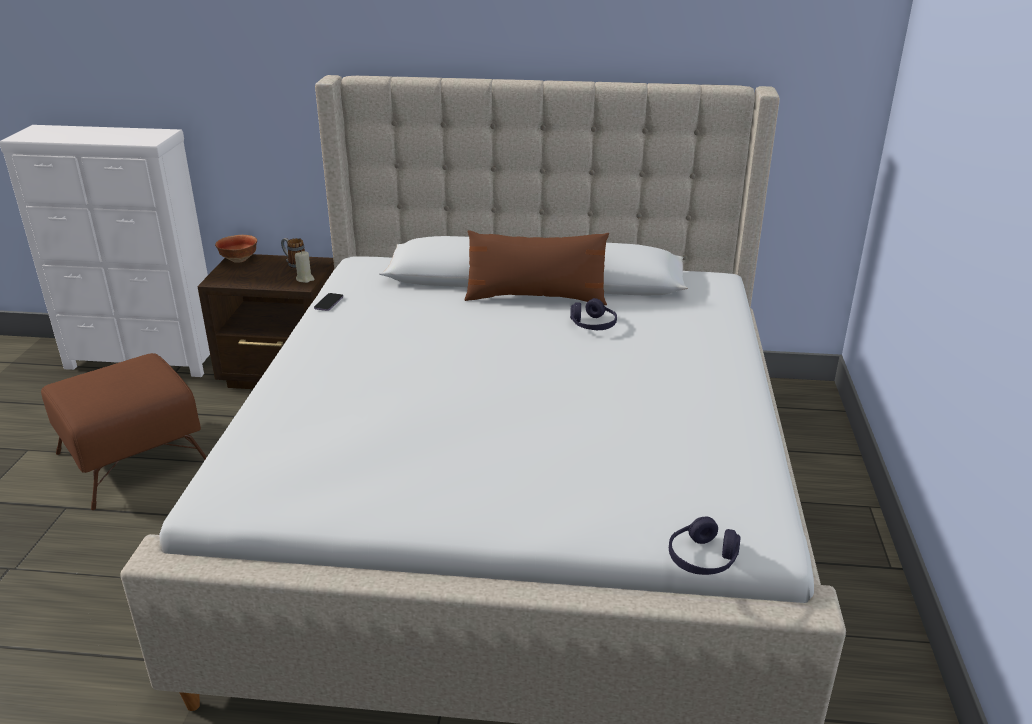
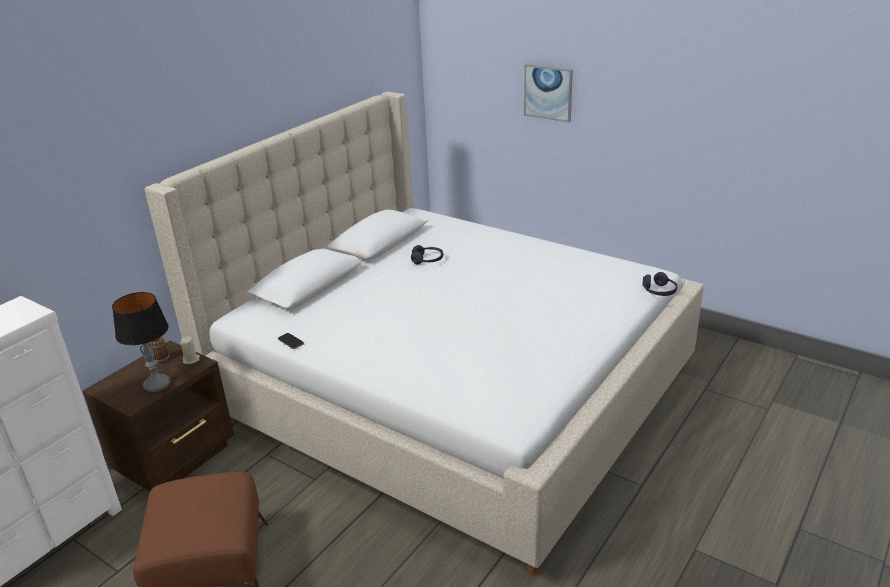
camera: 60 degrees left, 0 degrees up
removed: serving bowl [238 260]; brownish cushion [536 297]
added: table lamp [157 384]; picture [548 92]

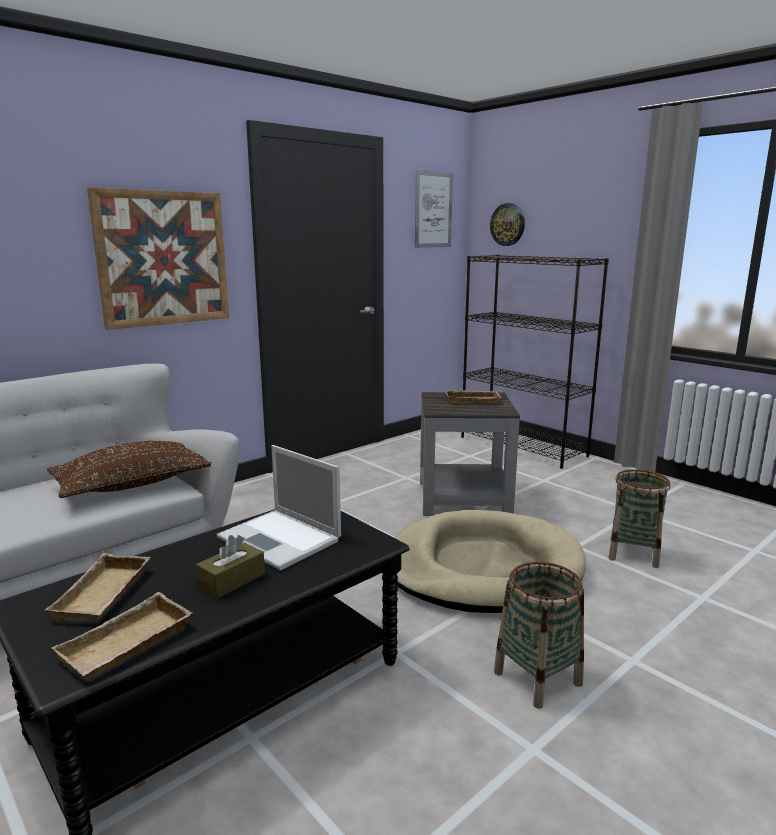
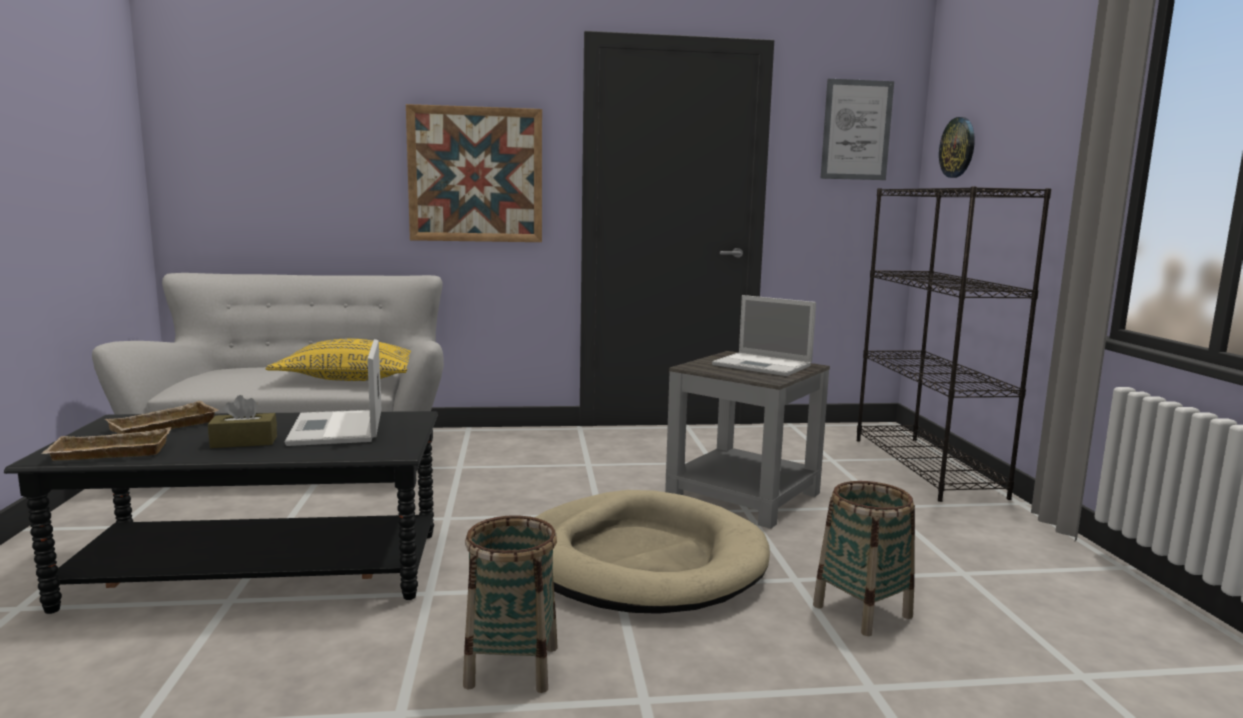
camera: 35 degrees right, 5 degrees down
replaced: beige serving tray [472 400] to laptop [764 365]
recoloured: brownish cushion [134 484] to yellow-coloured cushion [352 379]

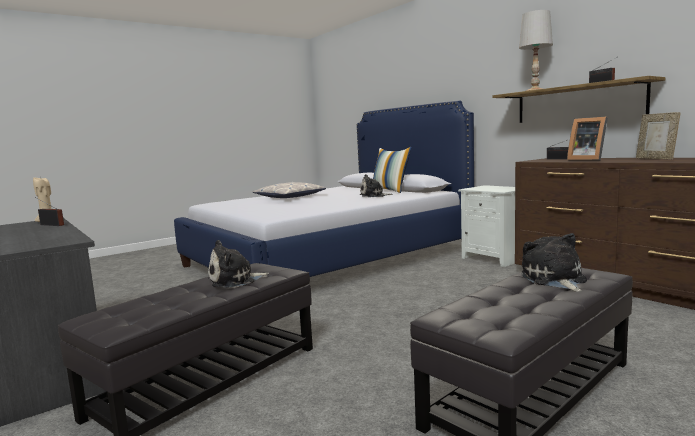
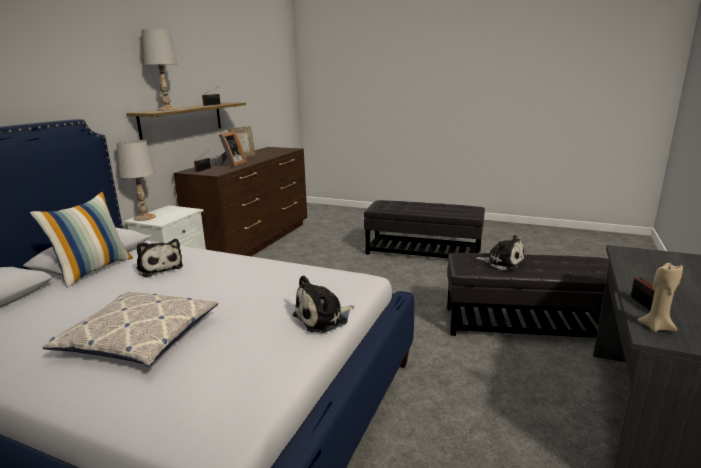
camera: 120 degrees left, 10 degrees up
added: white-coloured table lamp [144 217]
moved: soft toy [554 279] to [323 318]

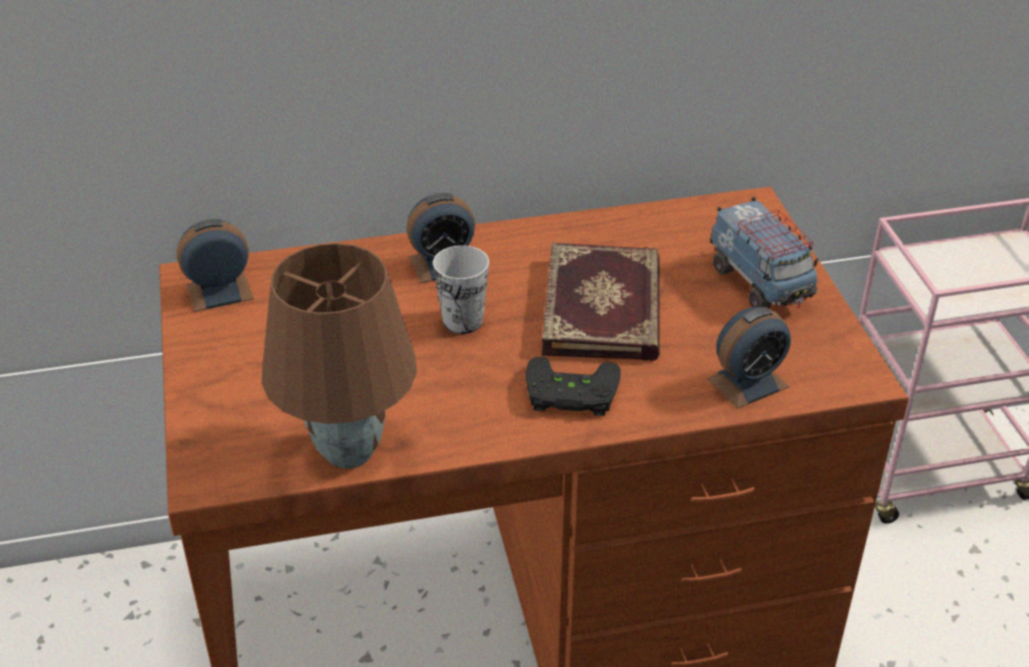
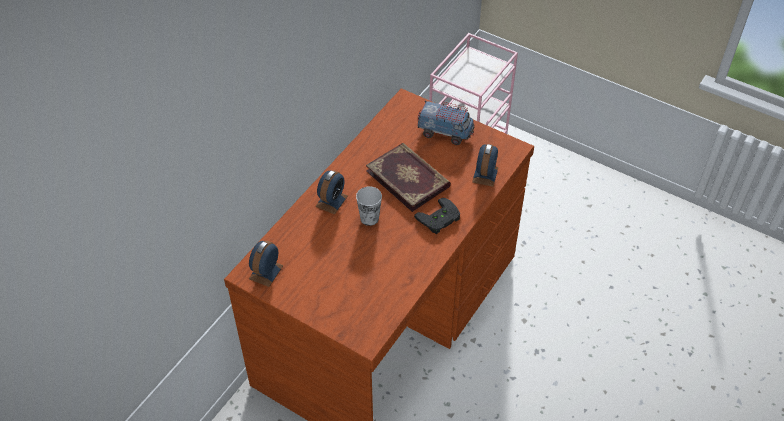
camera: 45 degrees left, 10 degrees up
removed: brownish table lamp [347 451]

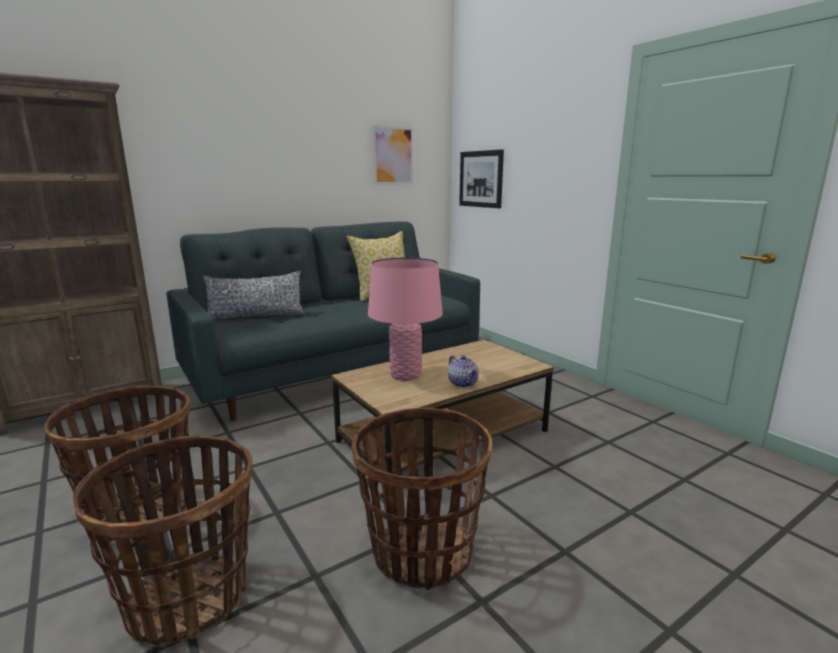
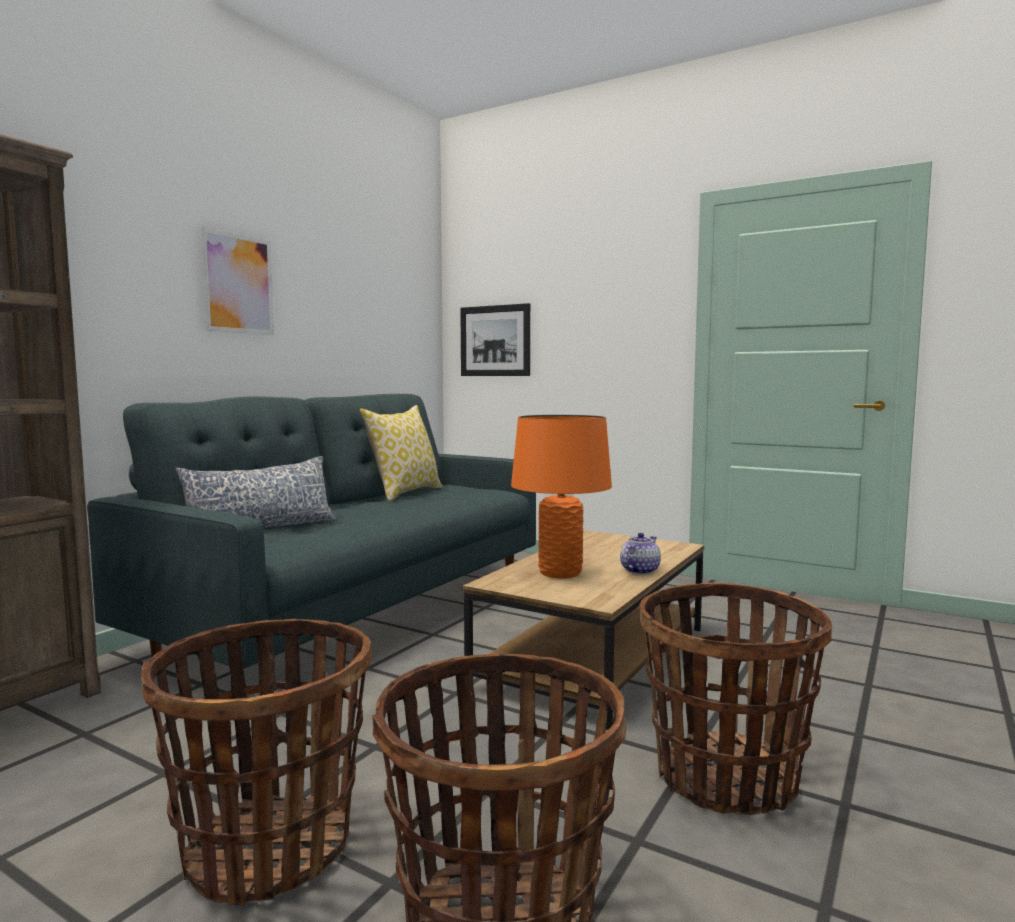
camera: 25 degrees left, 10 degrees down
moved: picture [393 156] to [238 284]
recoloured: pinkish table lamp [406 375] to orange-coloured table lamp [560 573]
turned: pot for tea [463 383] = [639 571] 90 degrees counterclockwise

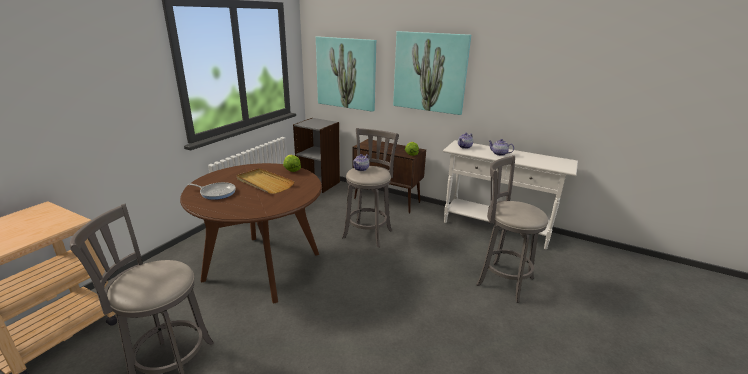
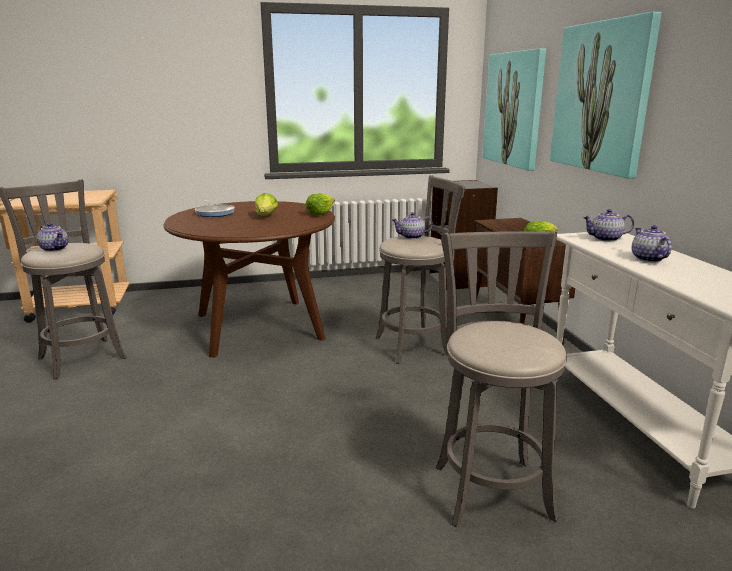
camera: 50 degrees right, 5 degrees down
added: pot for tea [55 249]
replaced: beige serving tray [264 183] to lettuce [266 216]

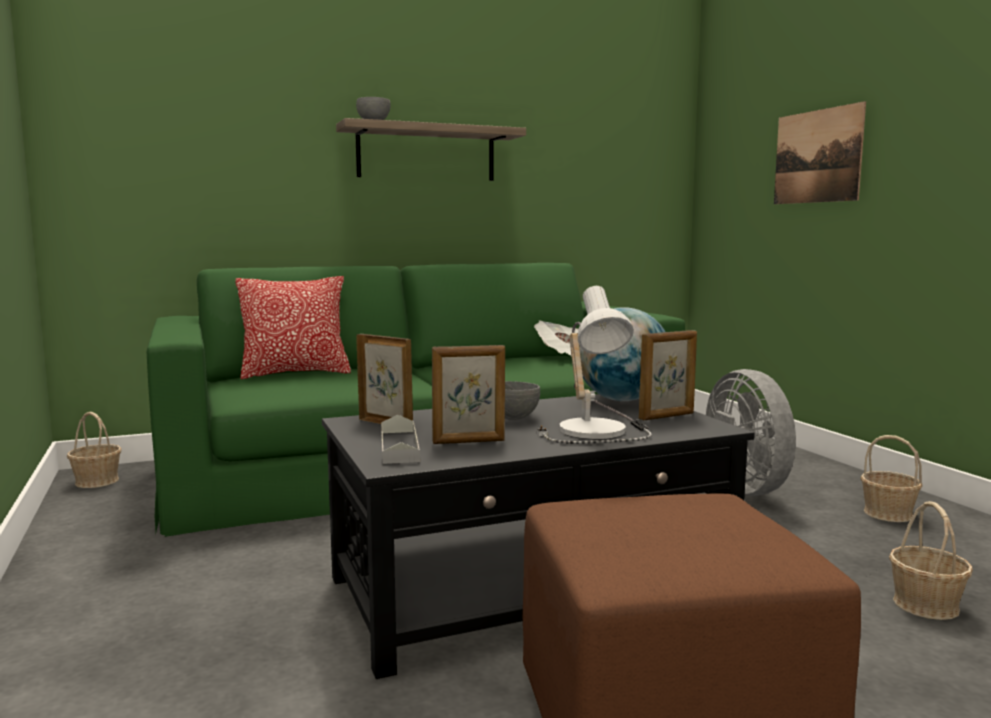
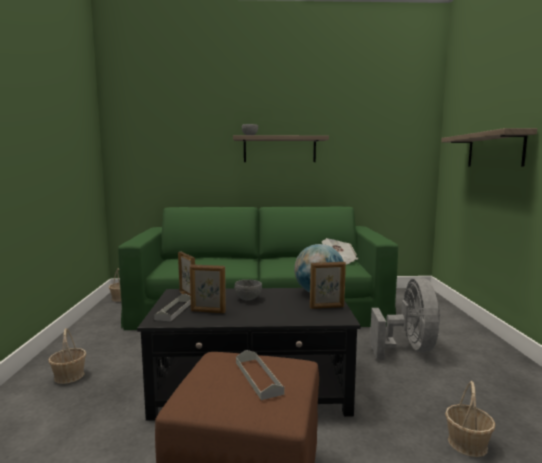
camera: 20 degrees right, 0 degrees up
removed: cushion [295 373]; table lamp [600 431]
added: gray serving tray [258 377]
moved: household basket [888 514] to [69 376]
replaced: picture [817 156] to shelf [495 150]

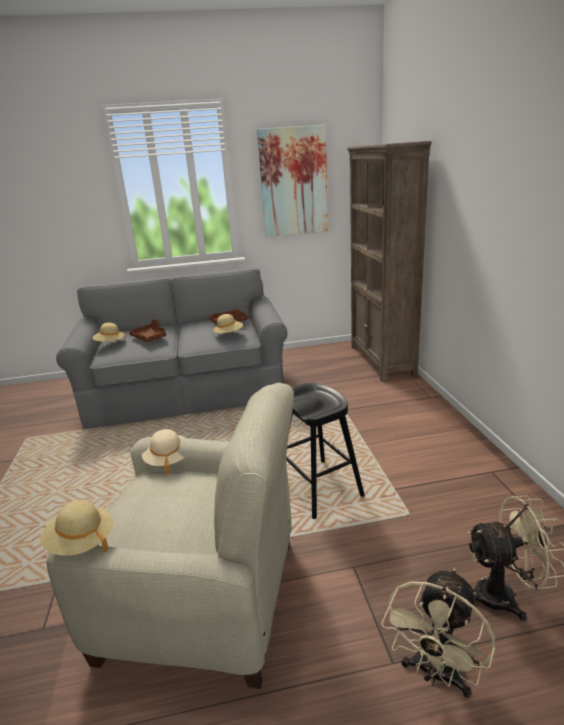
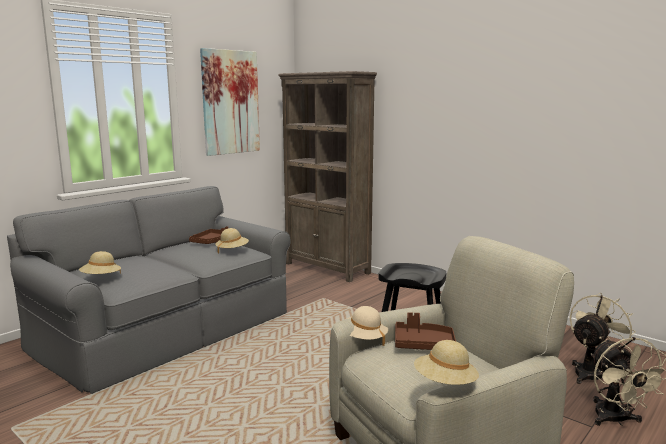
camera: 40 degrees left, 10 degrees down
moved: brownish serving tray [150 337] to [423 344]

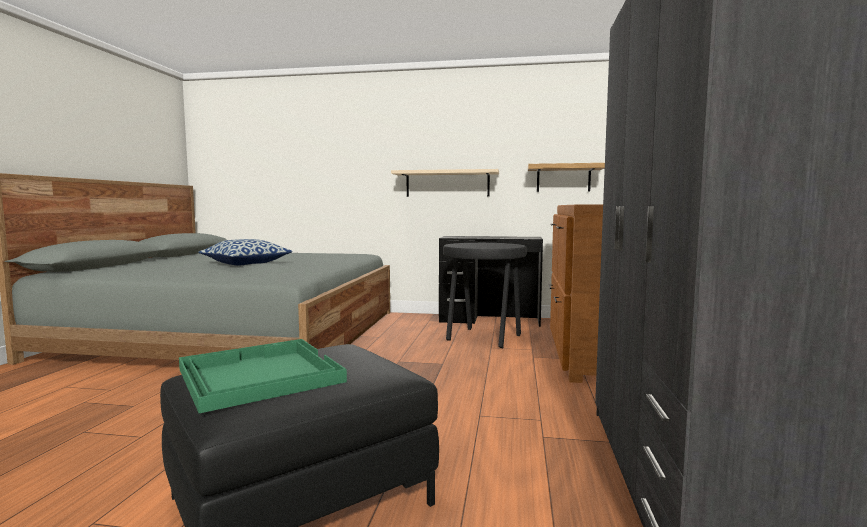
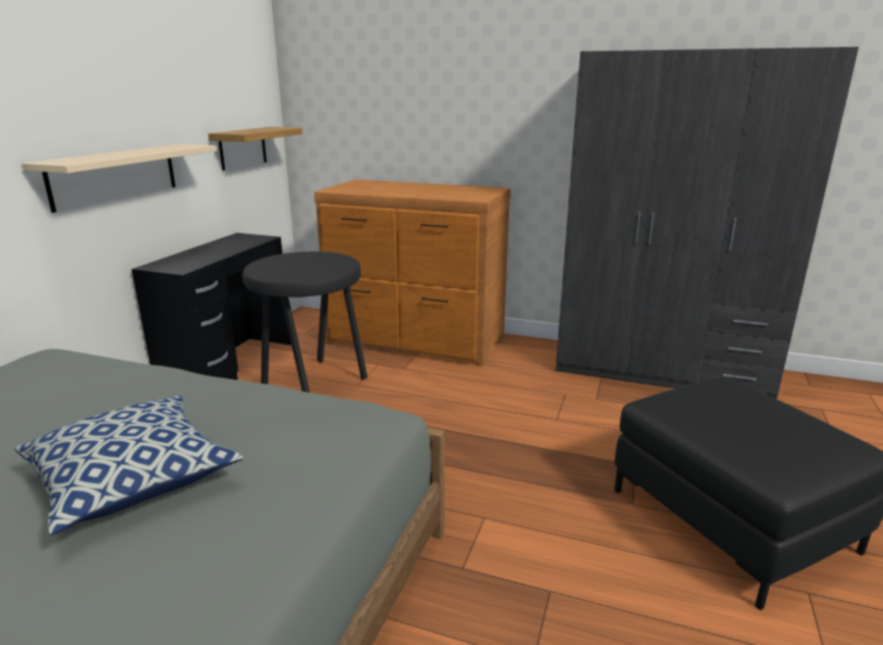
camera: 80 degrees left, 15 degrees up
removed: green-coloured serving tray [258 375]

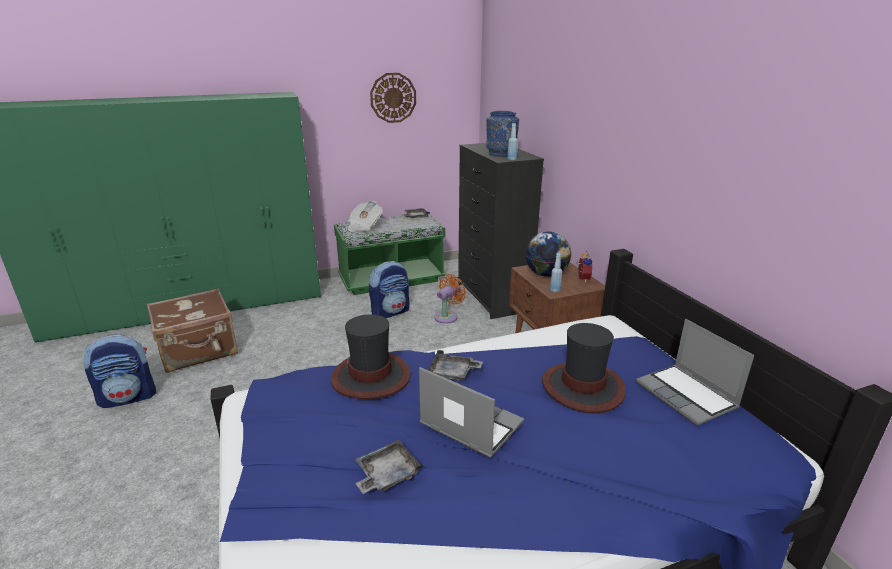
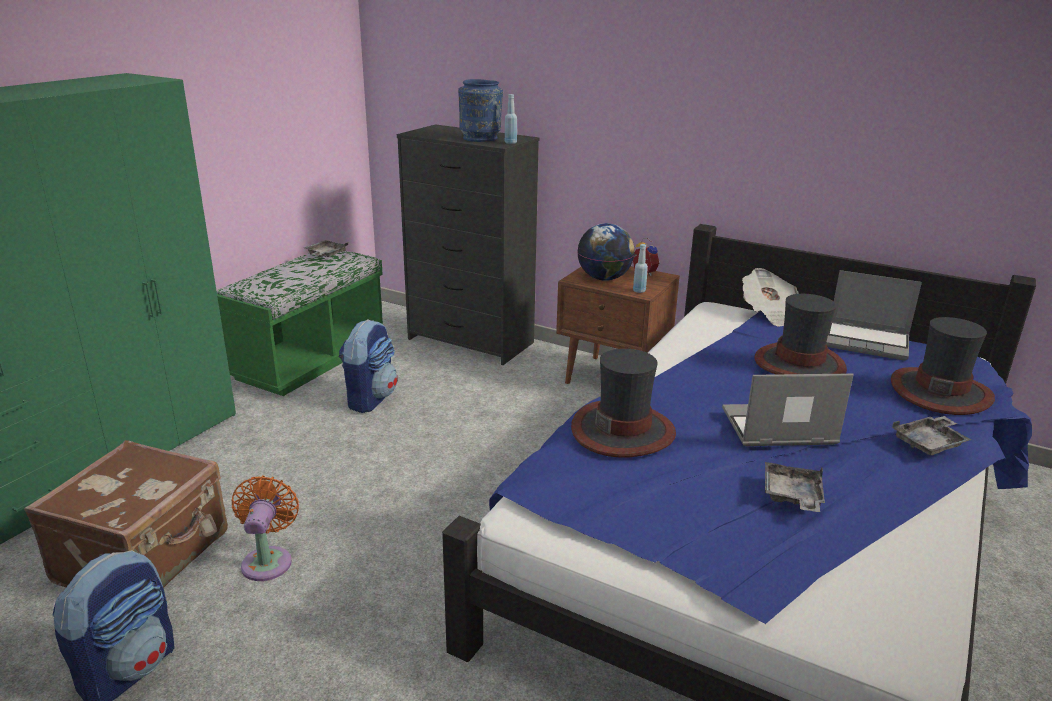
camera: 40 degrees left, 0 degrees up
removed: hanging clock [393 98]
added: clothing hat [940 392]
moved: newspaper [364 226] to [770 313]; gray serving tray [452 373] to [929 443]; orange-coloured electric fan [447 316] to [268 560]

